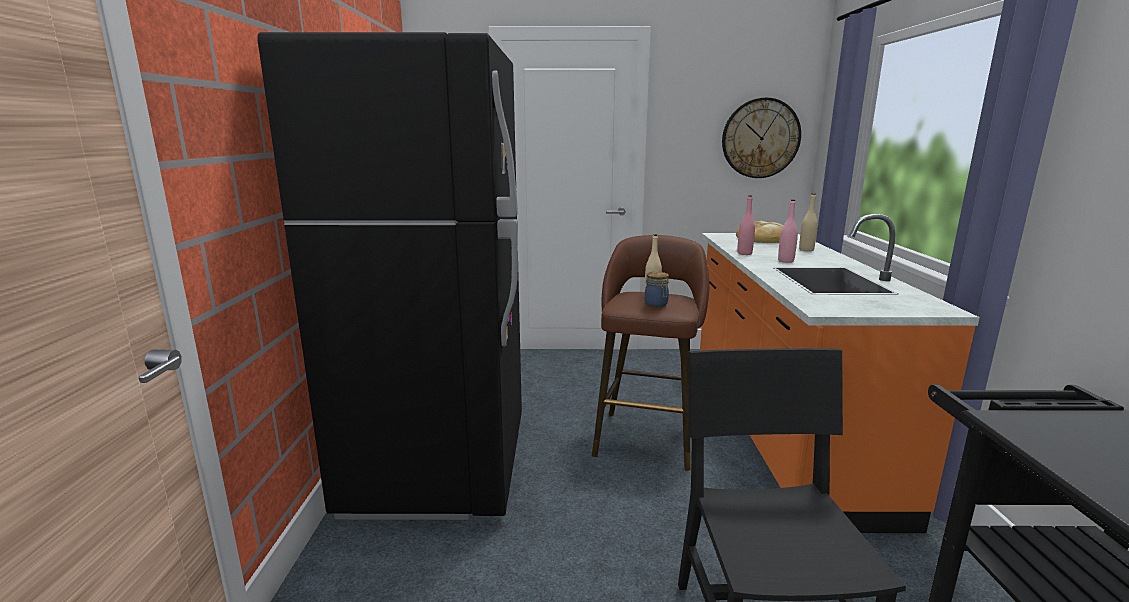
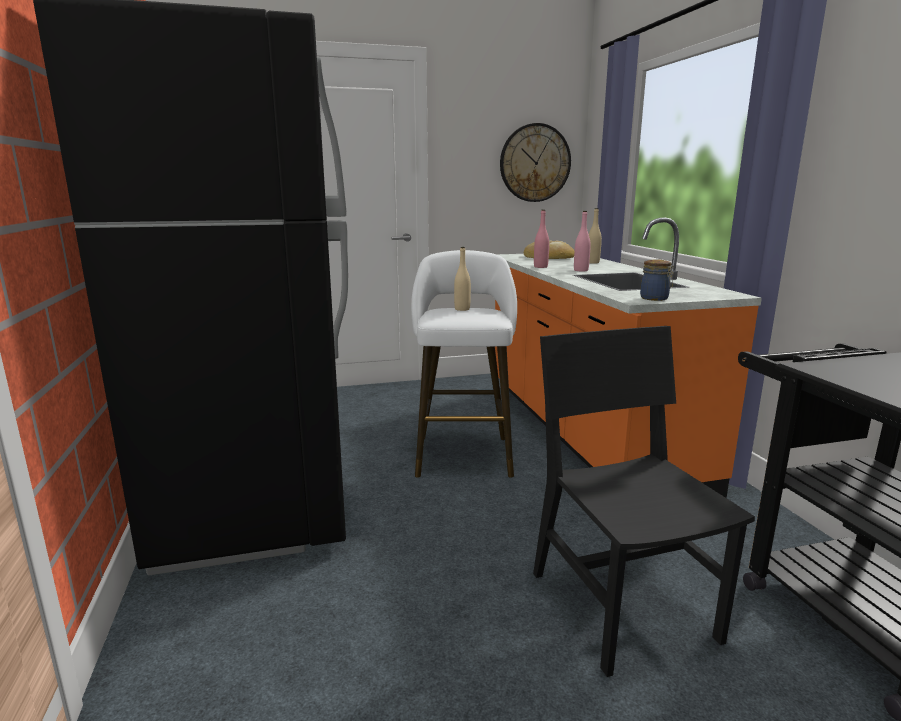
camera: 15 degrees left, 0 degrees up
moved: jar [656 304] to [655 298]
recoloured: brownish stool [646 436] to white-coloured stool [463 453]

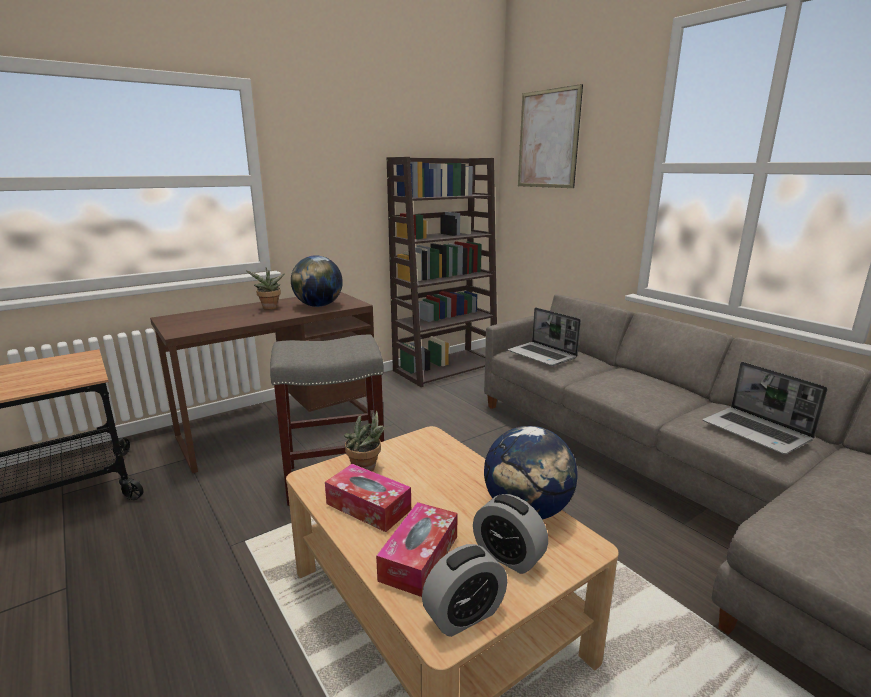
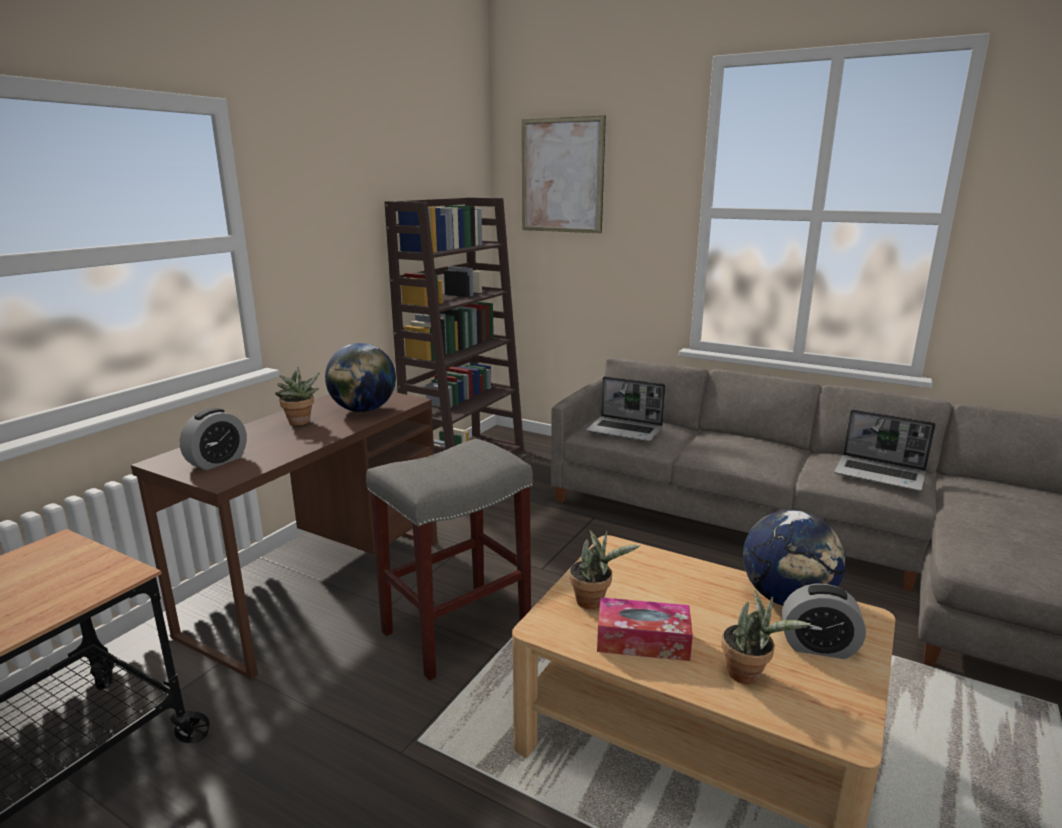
camera: 25 degrees left, 0 degrees up
moved: bedside clock [464 615] to [217 461]
replaced: box of tissues [419 558] to potted plant [749 675]

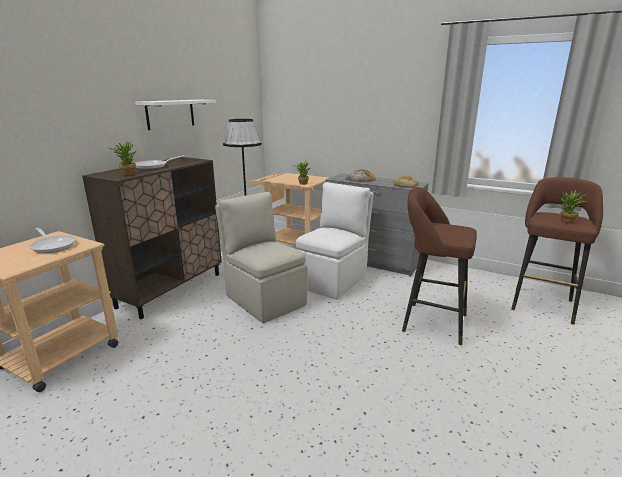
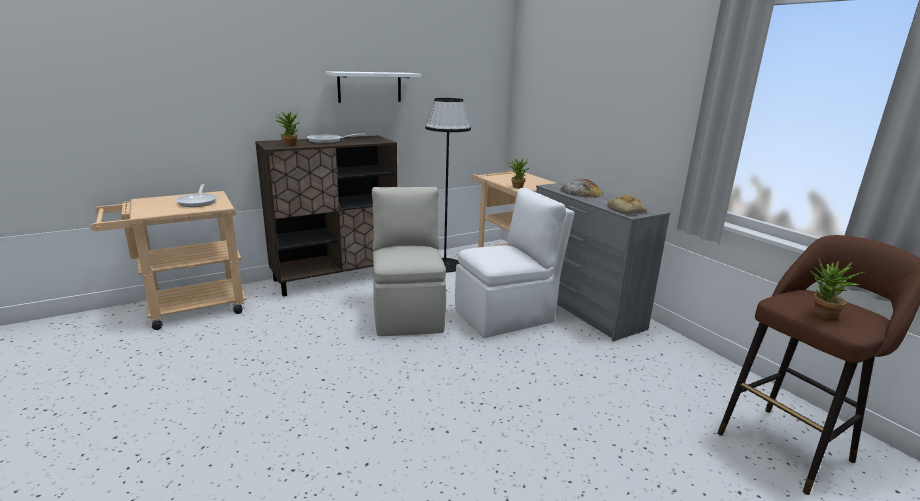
camera: 30 degrees right, 0 degrees up
removed: brownish stool [430 322]

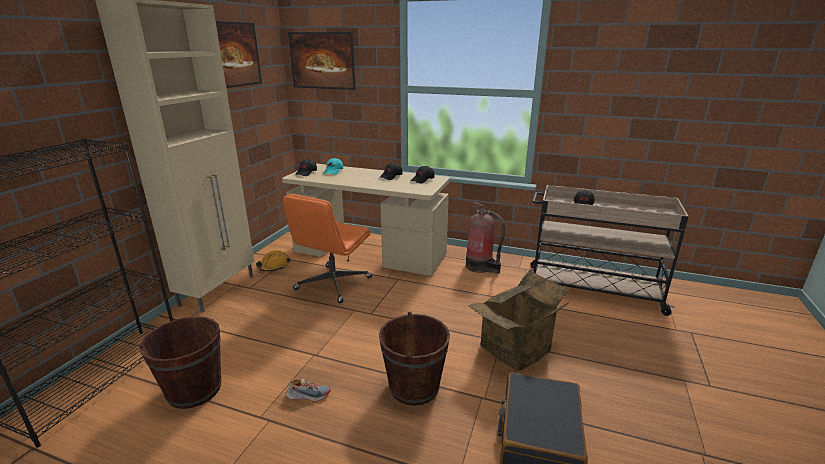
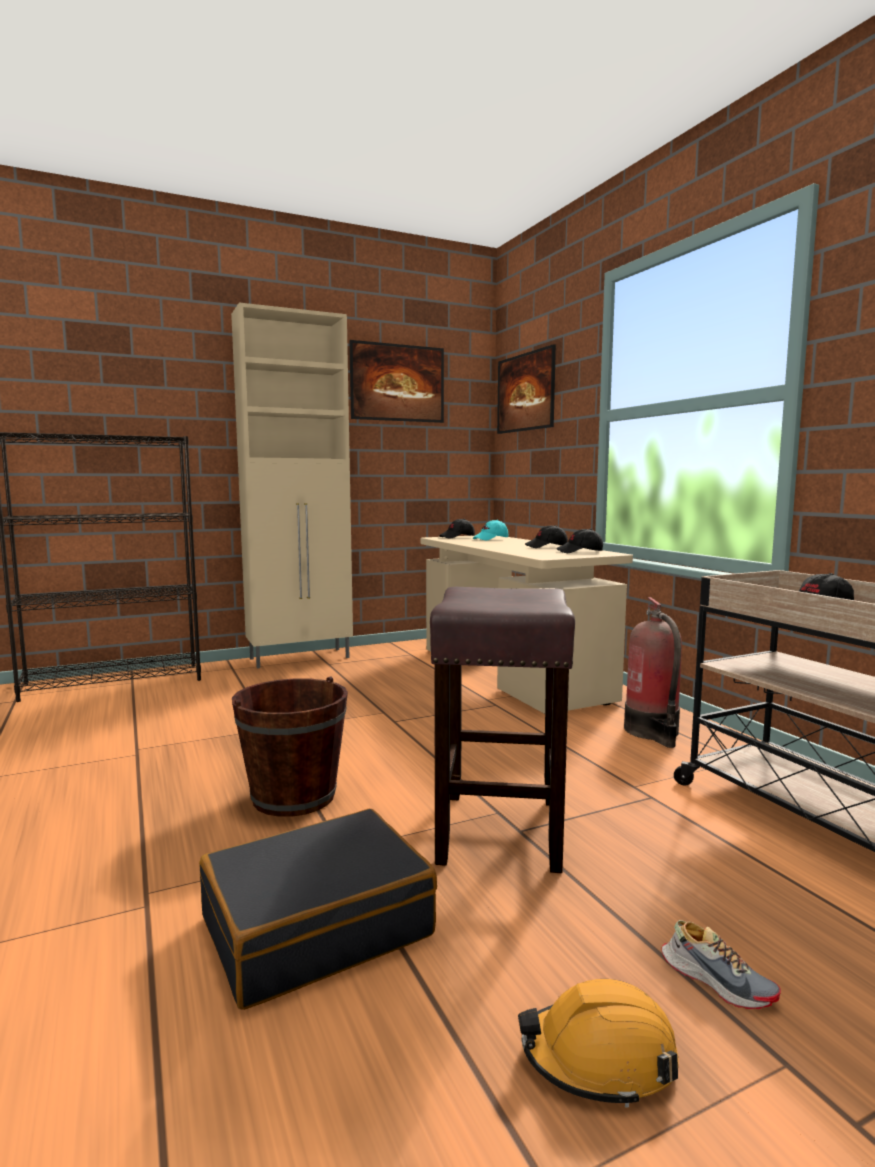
camera: 45 degrees right, 15 degrees down
removed: brownish bucket [194 390]; orange-coloured computer chair [333 284]
moved: orange-coloured hard hat [274 266] to [599 1058]; item of footwear [308 395] to [717 980]
replaced: carton [516 350] to brownish stool [500 832]

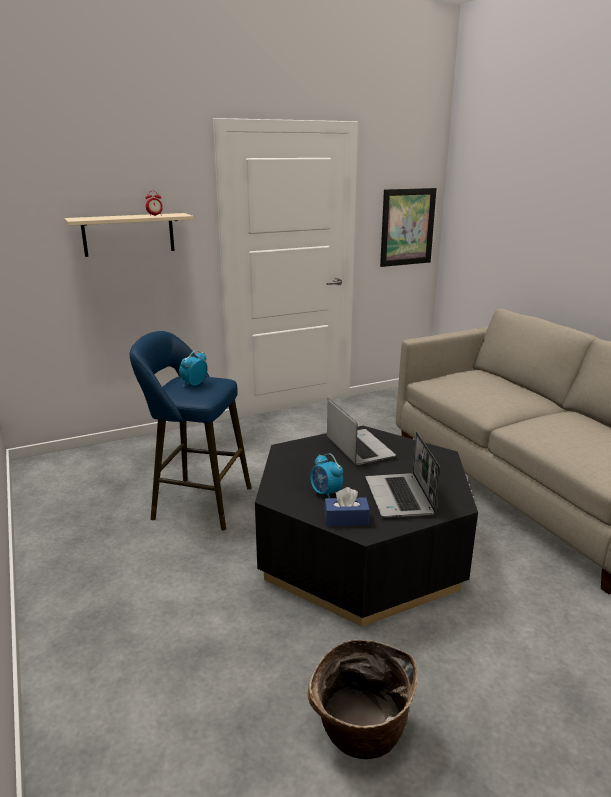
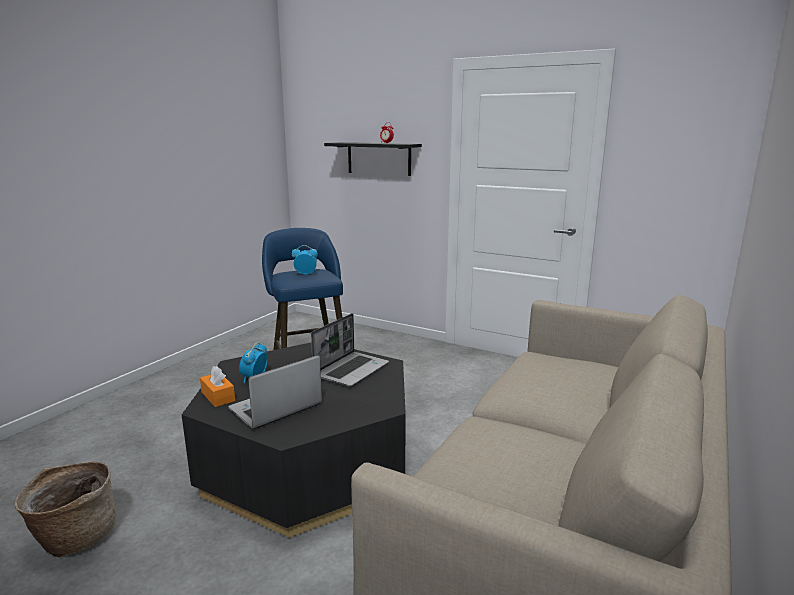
camera: 55 degrees right, 5 degrees down
removed: picture [407 227]
recoloured: beige shelf [128 234] to black-coloured shelf [379 158]; bluish box of tissues [346 519] to orange-coloured box of tissues [218 396]

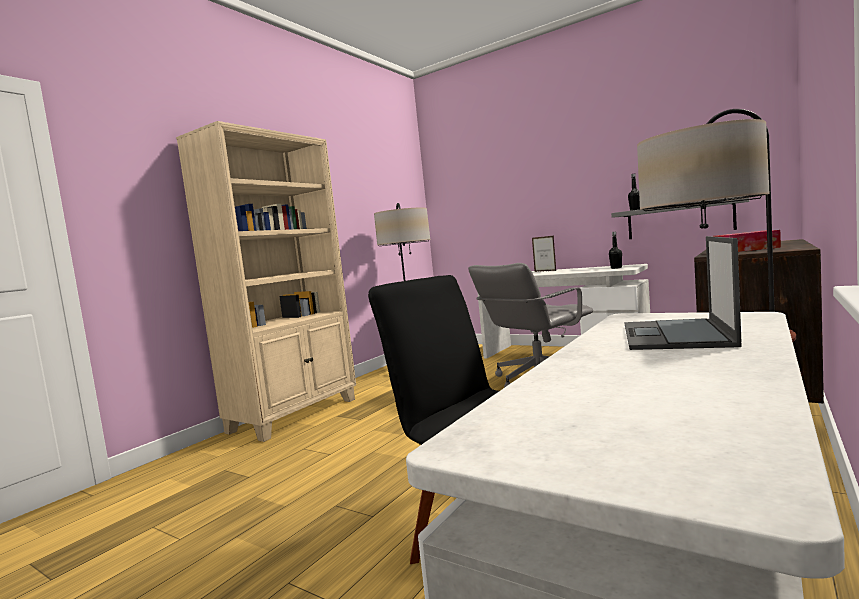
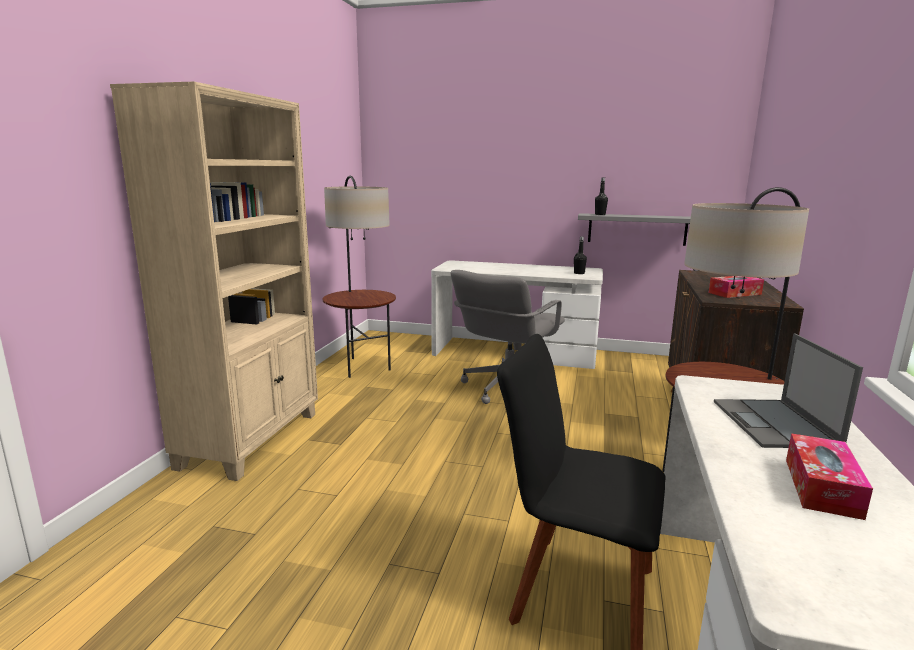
camera: 20 degrees left, 10 degrees up
removed: standing frame [545 271]
added: box of tissues [822 487]

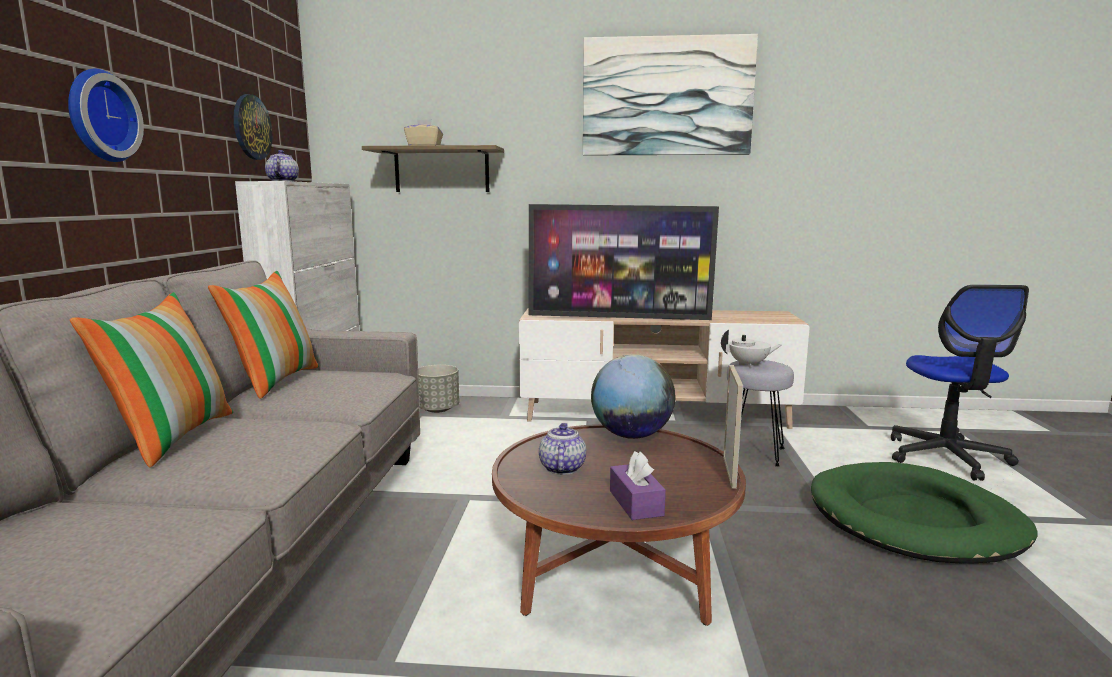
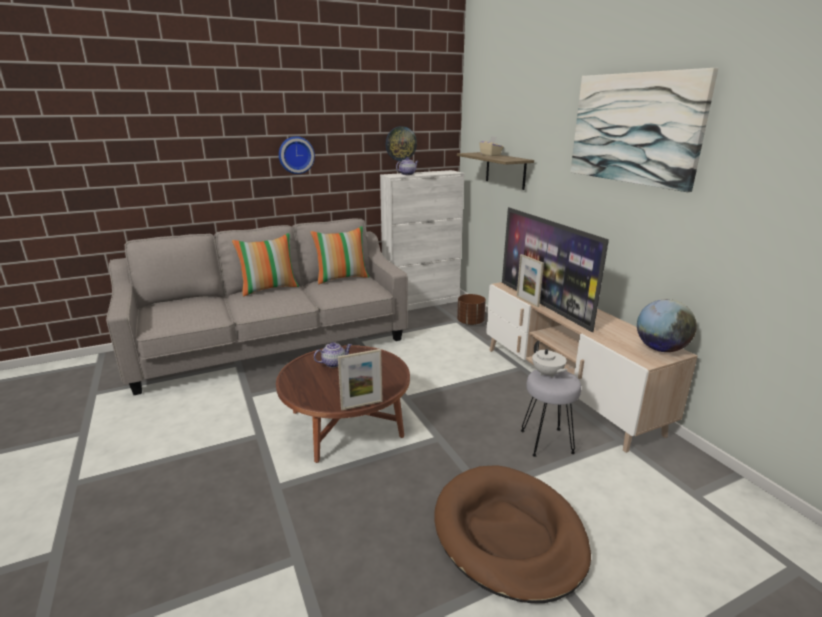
camera: 60 degrees right, 10 degrees up
removed: purplish box of tissues [636 503]; computer chair [946 457]
added: standing frame [527 301]
moved: globe [631 435] to [660 349]
recoloured: gray planter [437 409] to brownish planter [470 322]; green-coloured dog bed [915 520] to brownish dog bed [508 534]

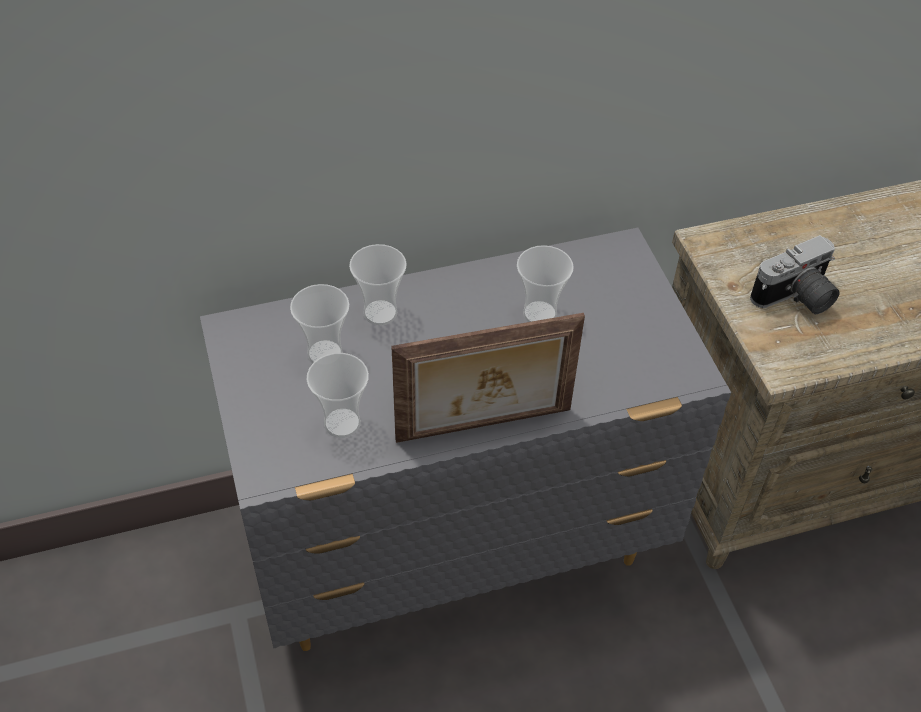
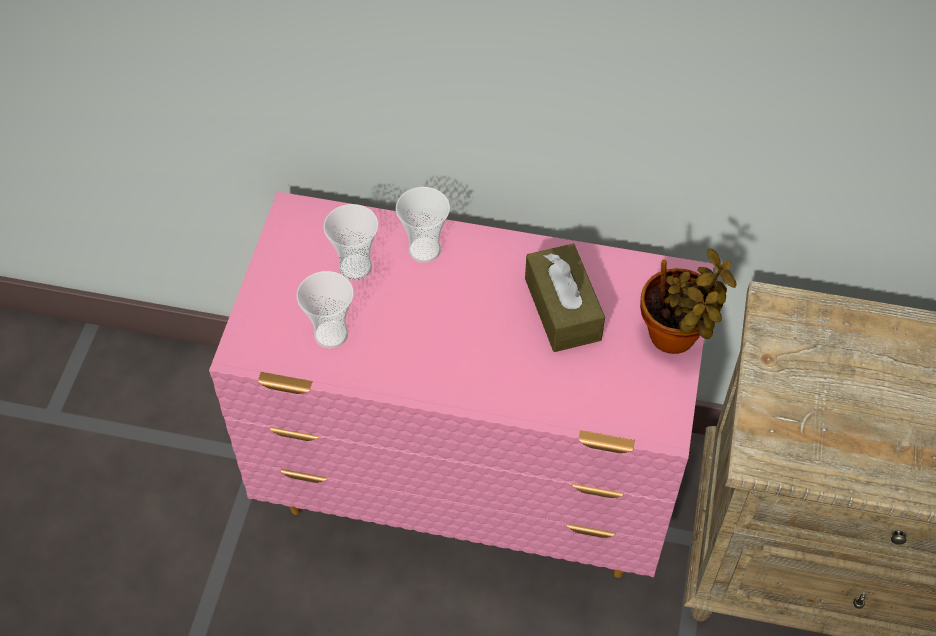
camera: 30 degrees right, 5 degrees up
removed: standing frame [484 427]; photo camera [796 299]
added: potted plant [676 339]
replaced: drinking cup [539 314] to brownish box of tissues [562 309]
recoloured: gray drawer chest [457 548] to pinkish drawer chest [471 488]

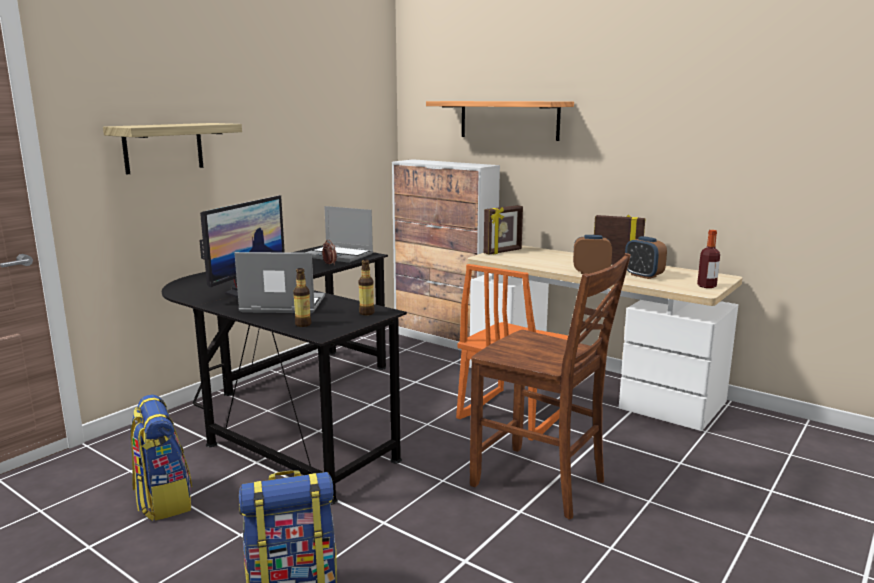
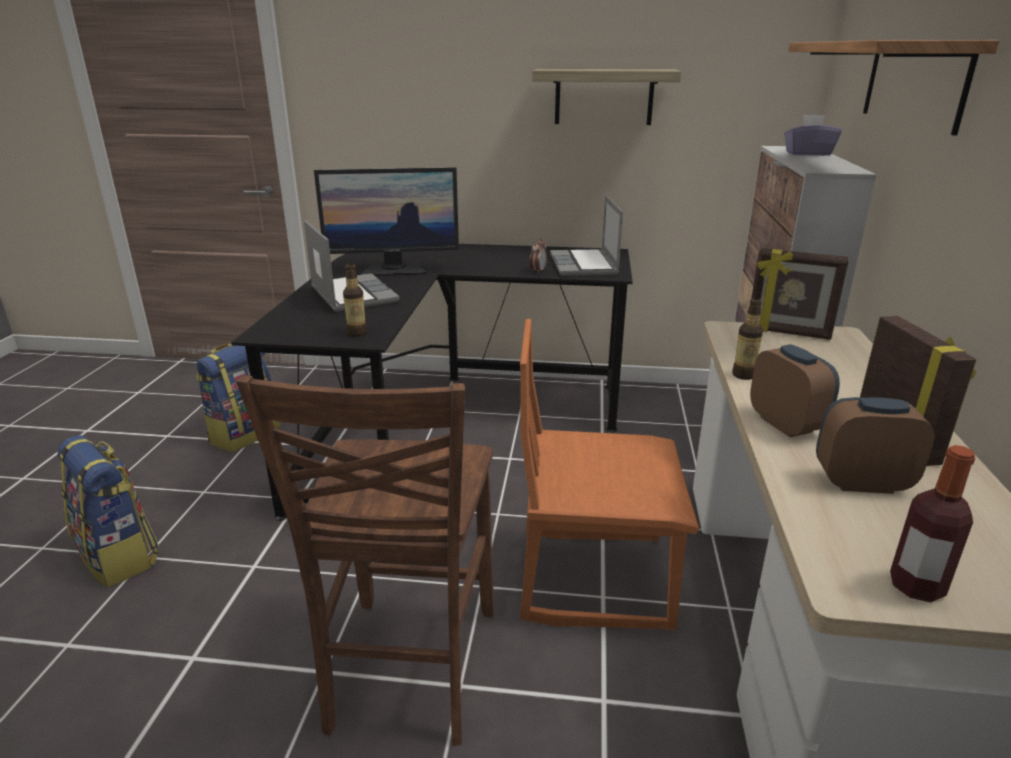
camera: 60 degrees right, 10 degrees up
added: purplish box of tissues [808 154]
moved: shelf [163 147] to [604 97]; drink bottle [303 324] to [743 375]
turned: bedside clock [643 276] = [861 482] 75 degrees clockwise

